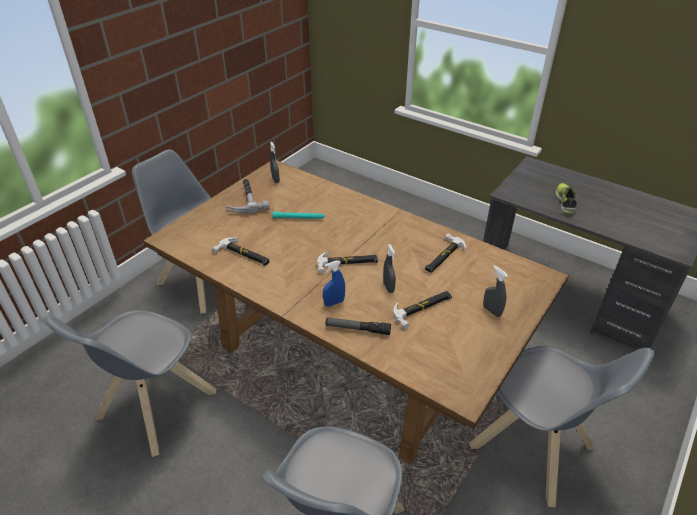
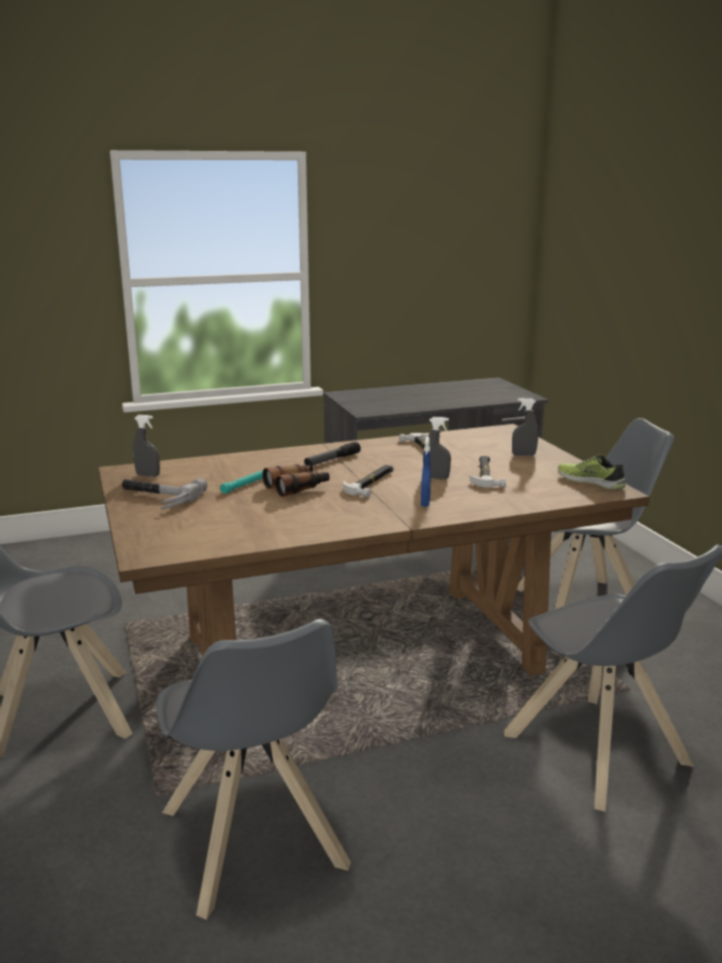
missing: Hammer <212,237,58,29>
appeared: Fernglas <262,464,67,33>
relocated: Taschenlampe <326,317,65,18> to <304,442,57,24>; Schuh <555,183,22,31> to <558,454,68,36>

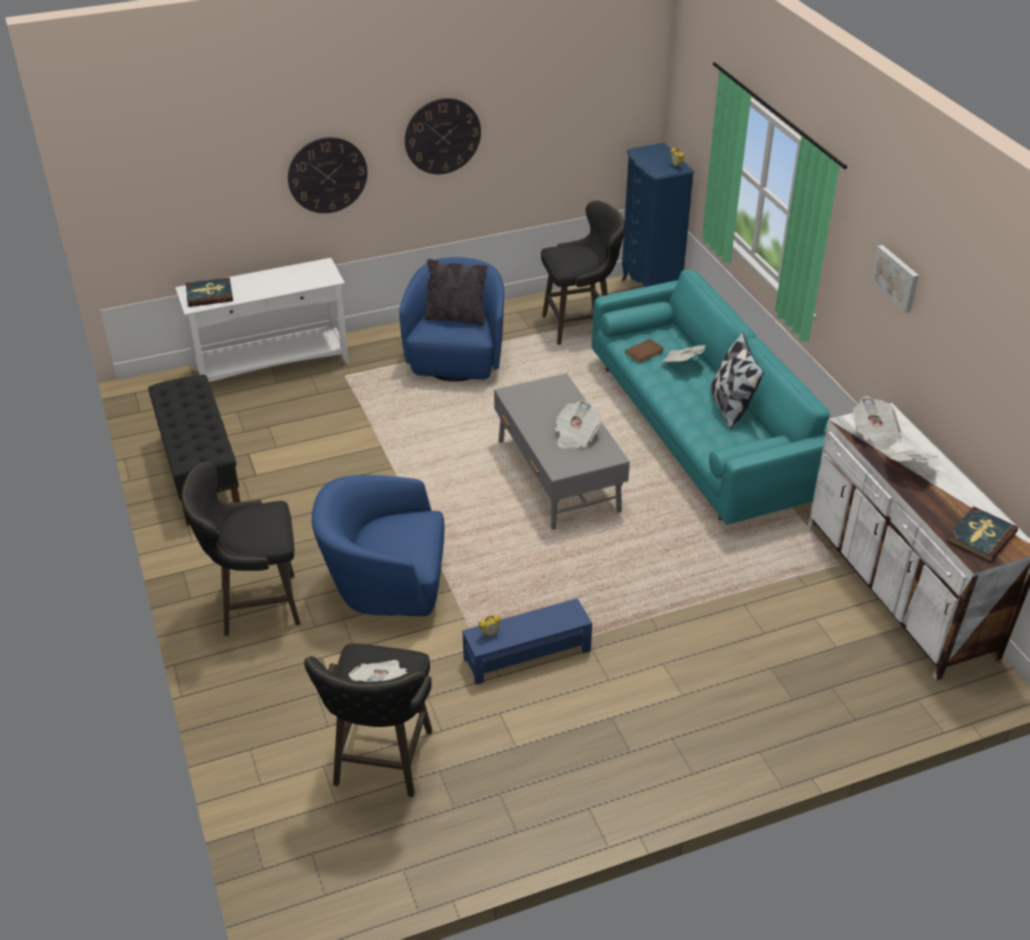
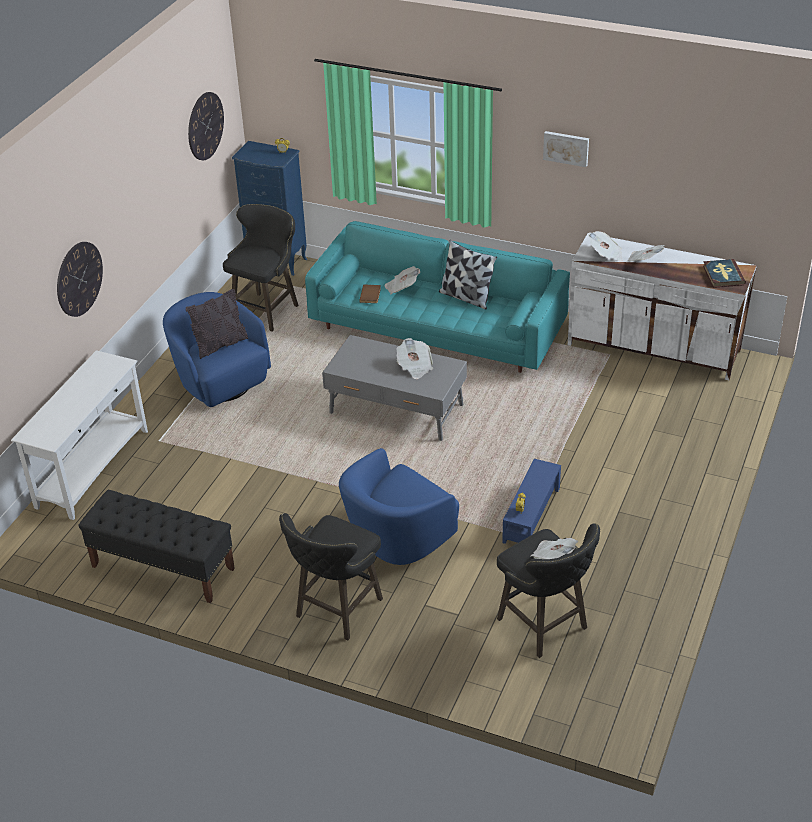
missing: Buch <186,277,47,30>
relocated: Wanduhr <405,98,76,76> to <188,92,36,68>

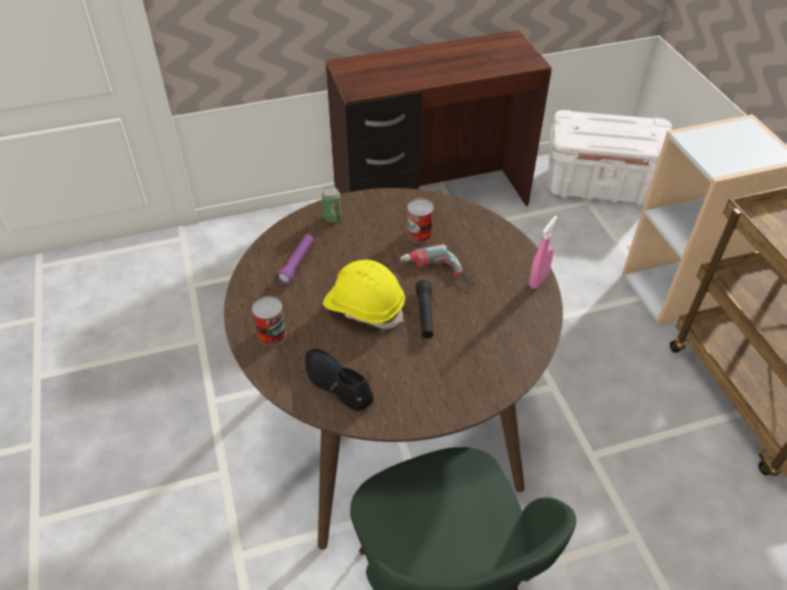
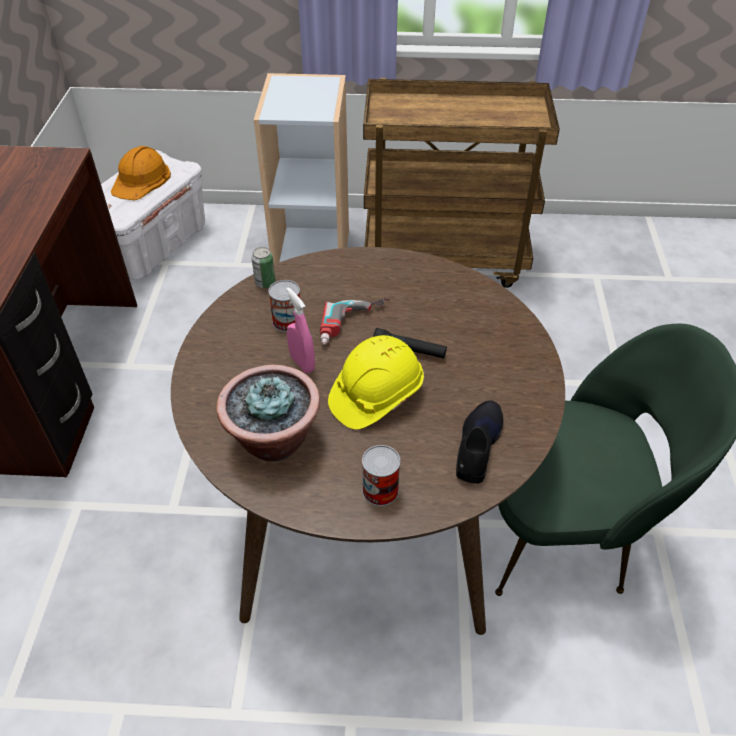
appeared: Schutzhelm/orange <111,146,60,54>
relocated: Dose <322,186,20,36> to <251,247,25,41>; Sprühflasche/rosa <529,216,28,73> to <286,287,29,86>
exchanged: Taschenlampe/lila <276,234,38,51> to Topfpflanze <216,365,104,97>
spun: Schuh/schwarz <305,349,69,62> = <456,400,48,84> 135 degrees clockwise

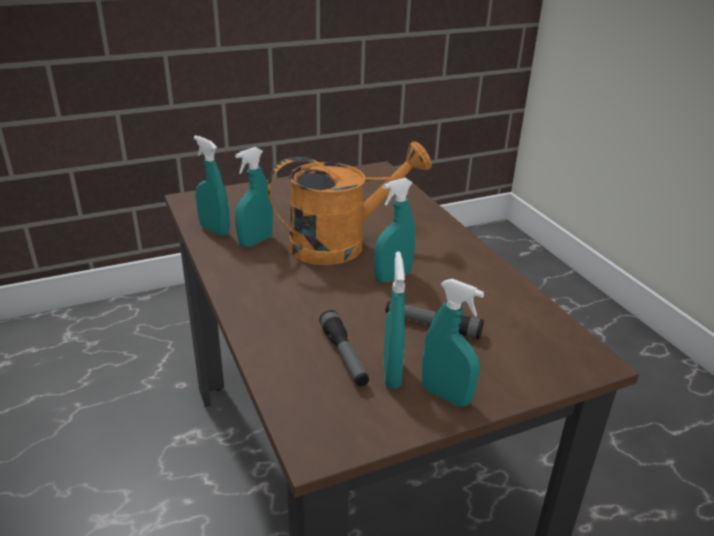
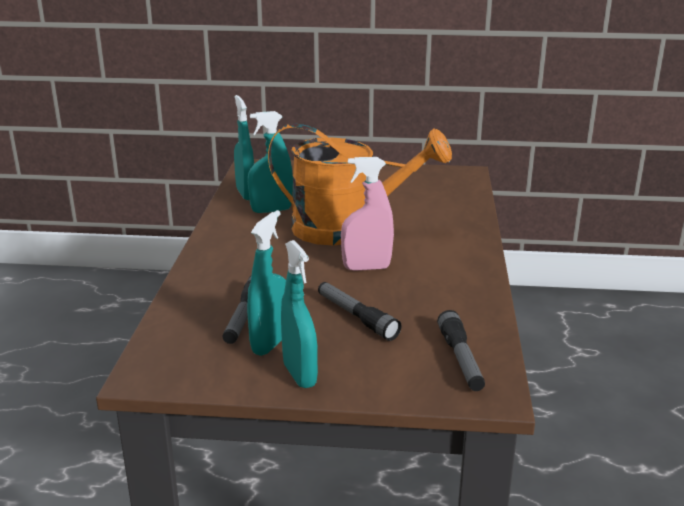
appeared: Taschenlampe <437,310,48,81>
colour: Sprühflasche/türkis <374,178,41,105> to Sprühflasche/rosa <341,157,53,113>

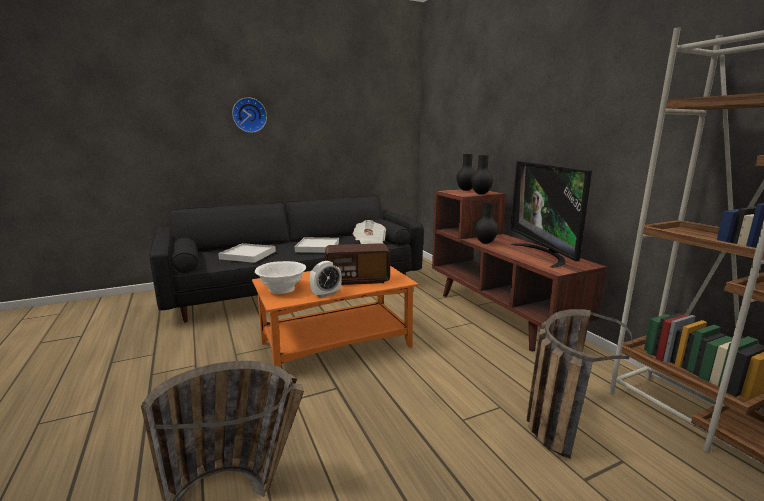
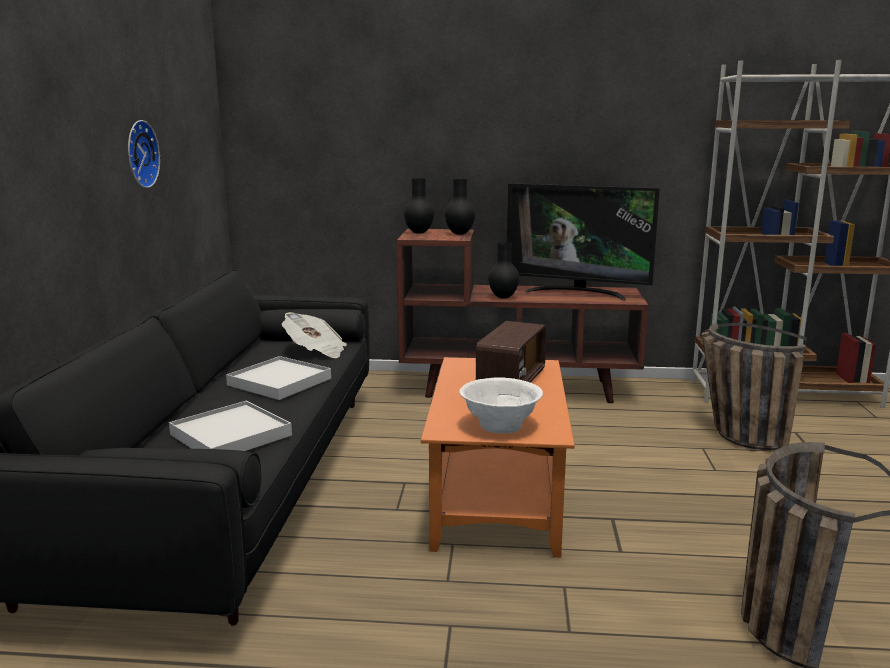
missing: Wecker <309,261,33,37>
relocated: Wanduhr <232,97,35,36> to <128,120,32,68>

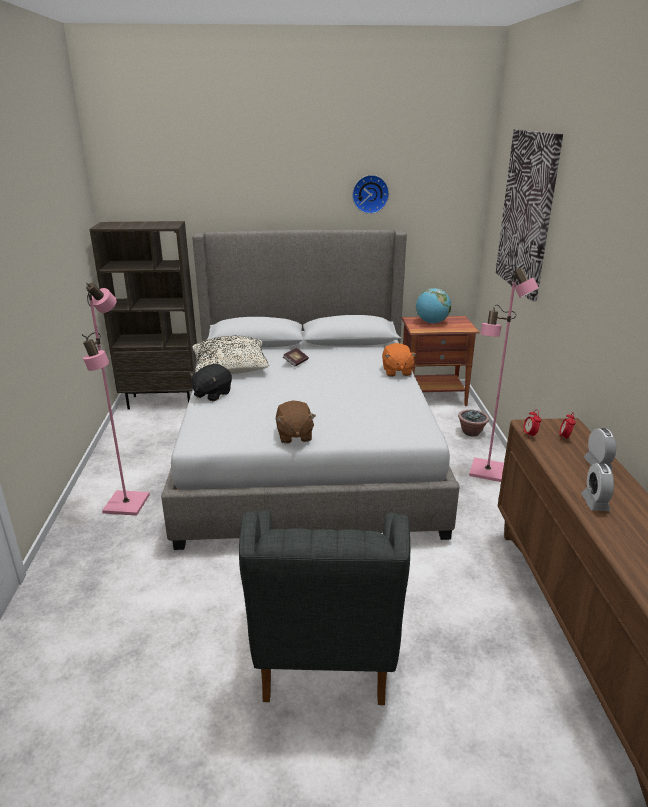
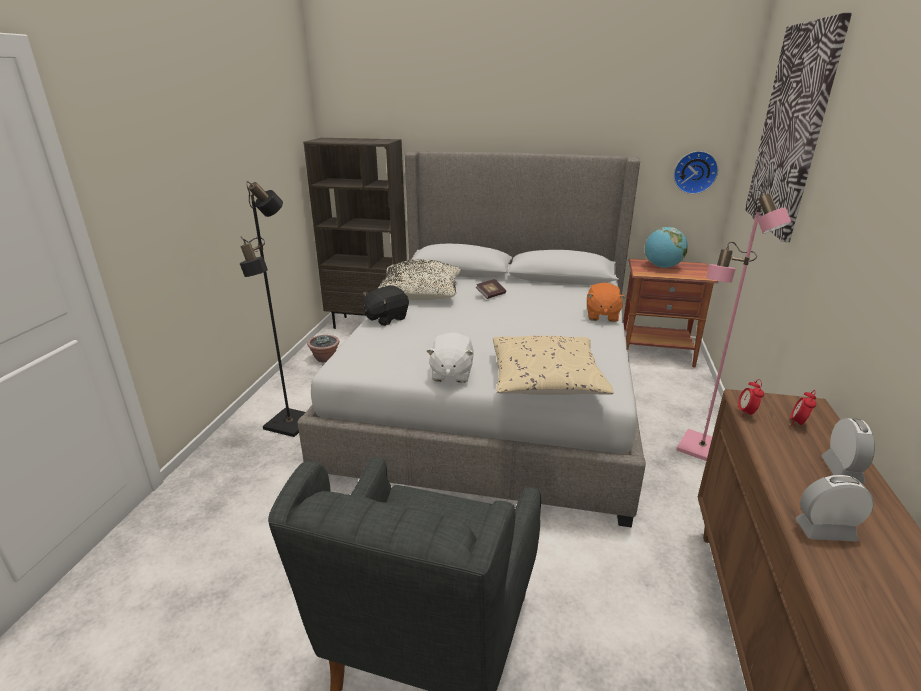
appeared: Kissen/beige <493,336,121,59>
relocated: Topfpflanze <458,410,31,26> to <307,335,32,27>; Wanduhr <352,175,37,39> to <674,151,44,43>
colour: Stehlampe/rosa <82,283,68,233> to Stehlampe/schwarz <240,181,66,256>; Plüschtier/braun <276,400,40,44> to Plüschtier/weiß <426,332,48,51>
spun: Wecker <581,463,33,48> = <795,475,79,67> 75 degrees clockwise

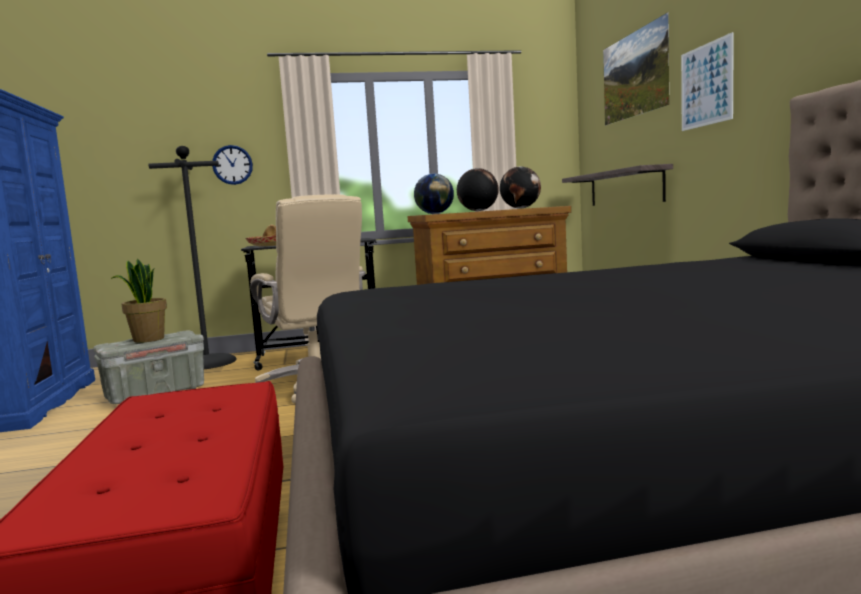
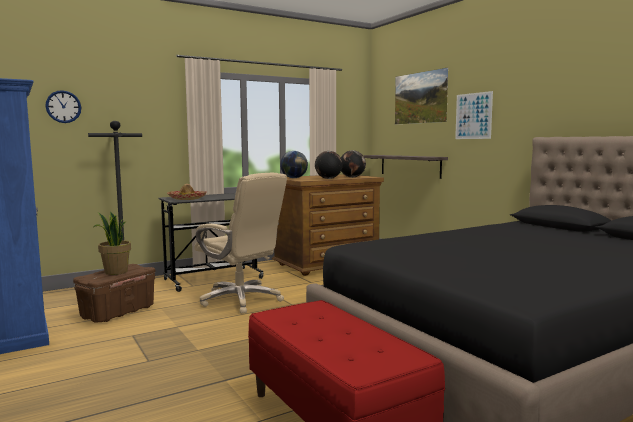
relocated: Wanduhr <212,145,41,40> to <45,90,36,33>
colour: Aufbewahrungsbox/grau <93,331,111,73> to Aufbewahrungsbox/braun <73,264,82,59>

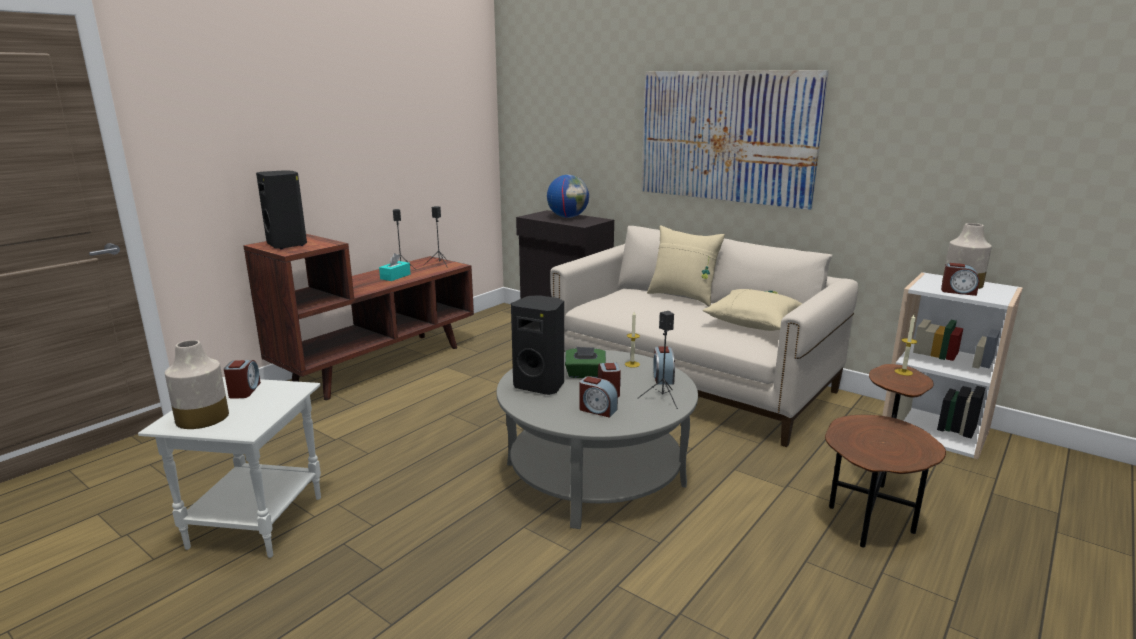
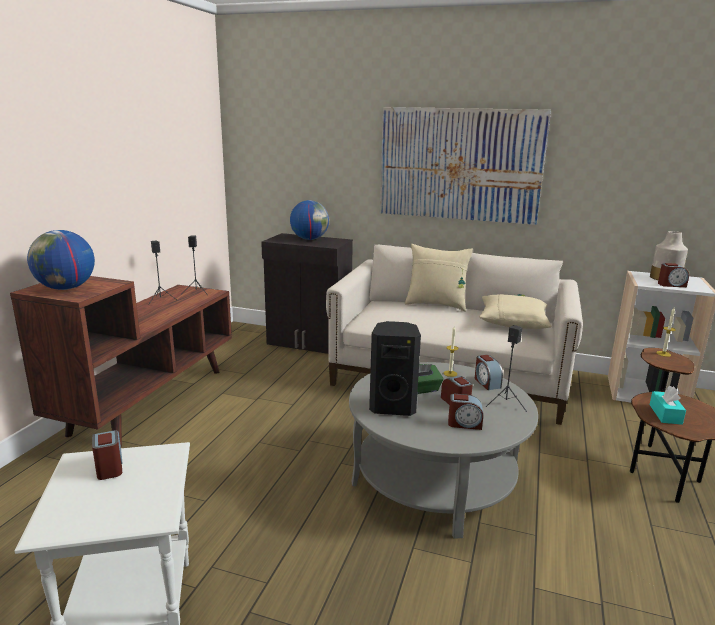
missing: Vase/beige <165,340,64,89>
relocated: Taschentuchbox/türkis <379,253,32,28> to <649,386,37,39>
exchanged: Lautsprecher/schwarz <256,170,51,80> to Globus <27,230,68,60>

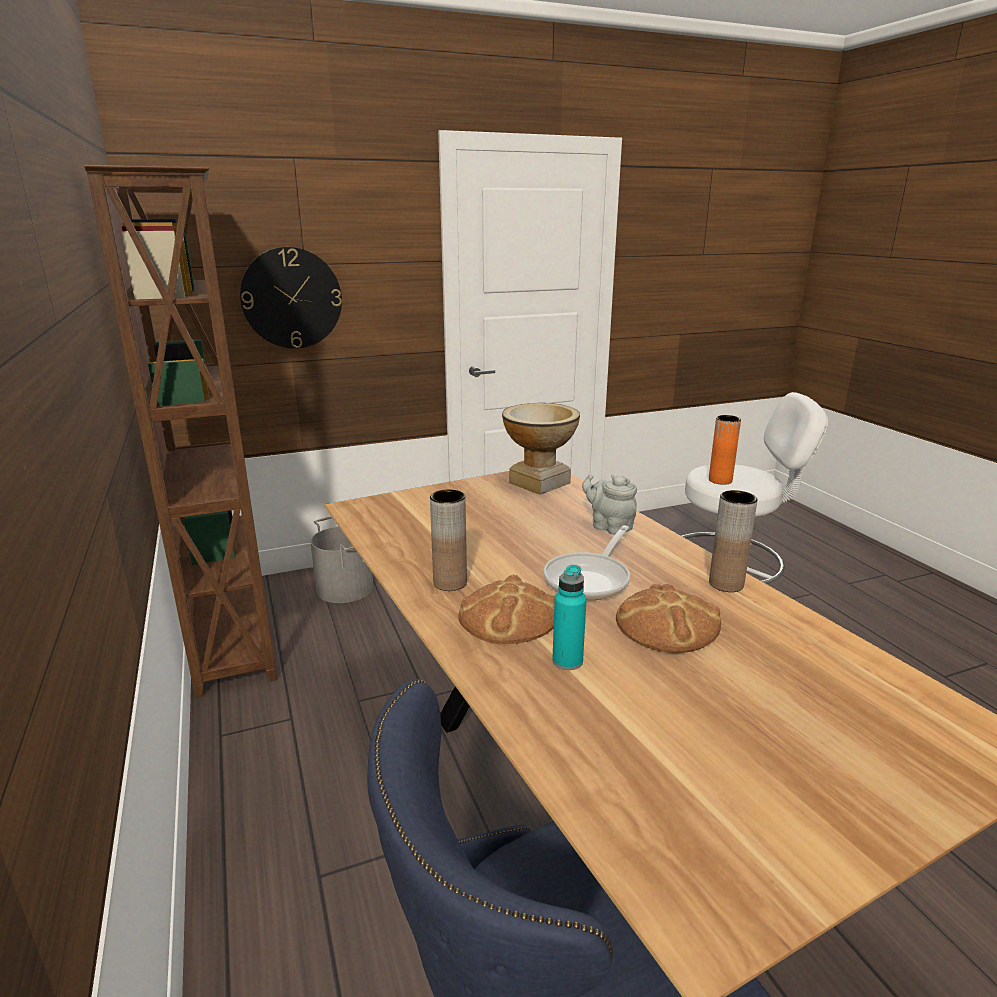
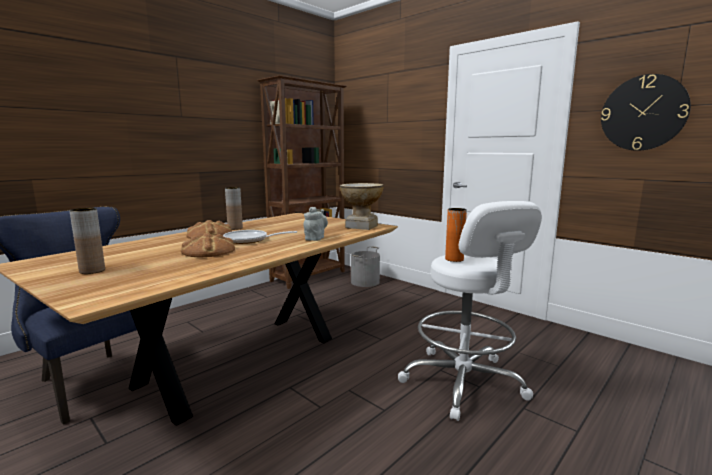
missing: Flasche/türkis <552,565,35,105>
relocated: Vase/braun <709,490,48,102> to <70,208,35,66>; Wanduhr <240,247,102,101> to <601,74,90,77>

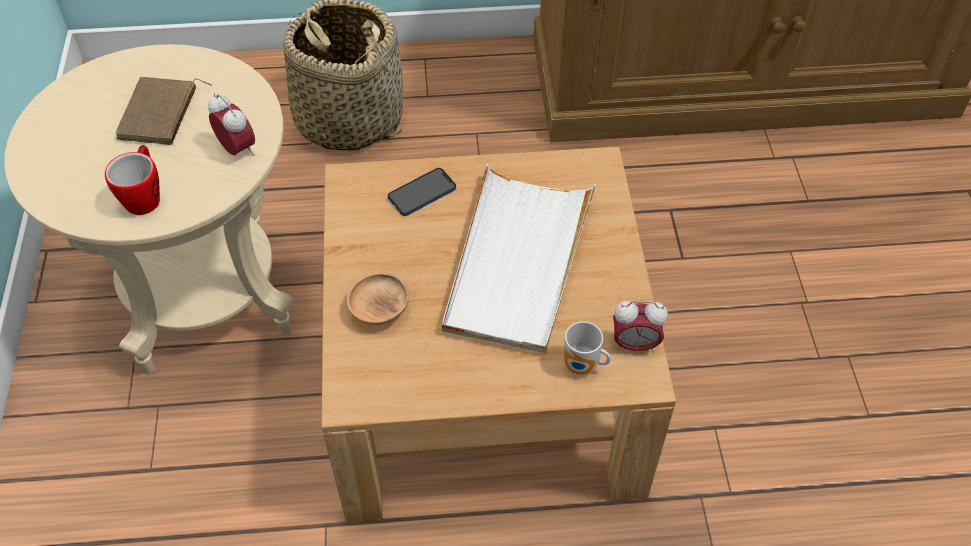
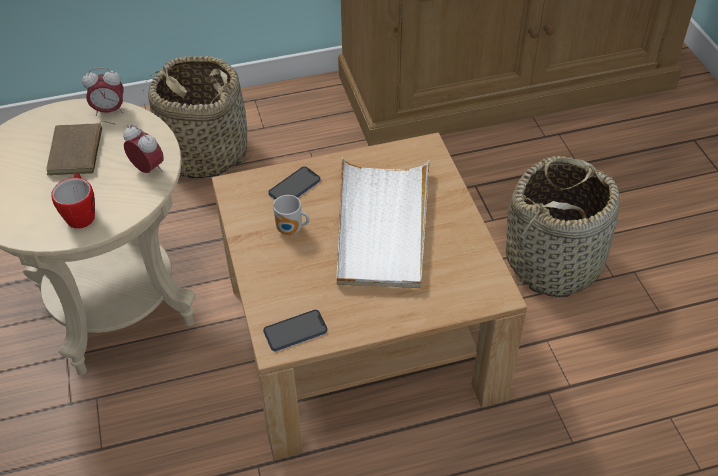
missing: Schüssel/braun <347,273,62,52>
appeared: Handy <263,310,64,41>; Korb <506,156,113,141>
relocated: Wecker <613,301,55,51> to <82,67,42,49>; Henkelbecher <563,322,48,53> to <273,195,36,40>

